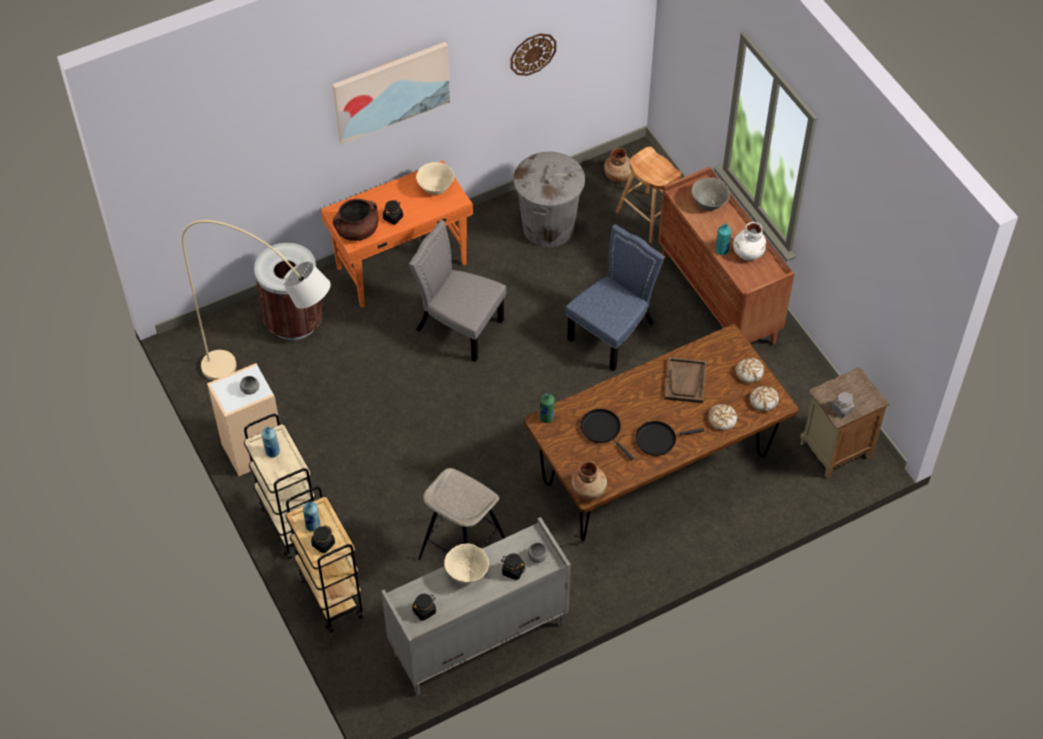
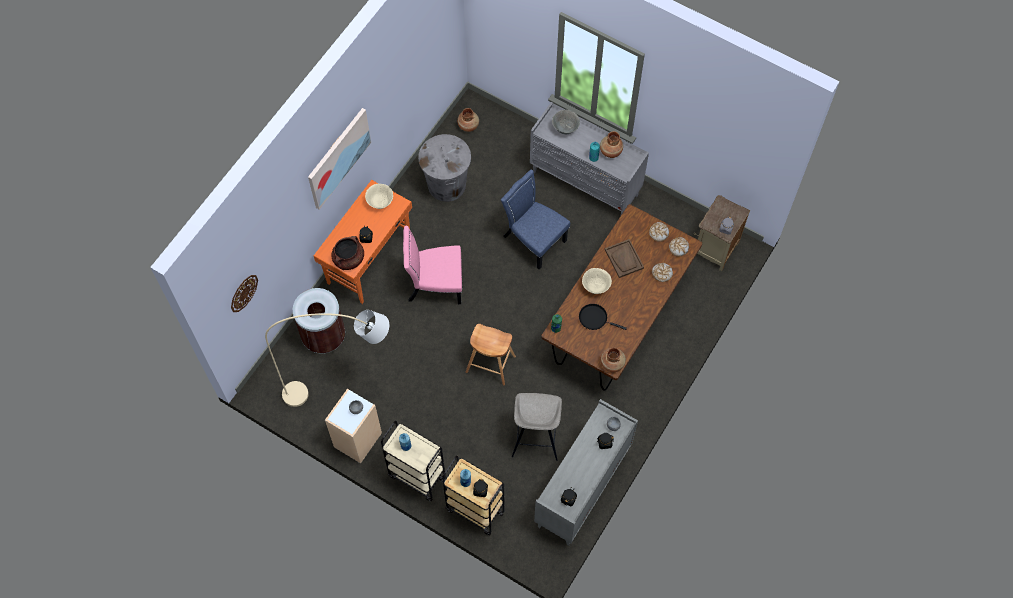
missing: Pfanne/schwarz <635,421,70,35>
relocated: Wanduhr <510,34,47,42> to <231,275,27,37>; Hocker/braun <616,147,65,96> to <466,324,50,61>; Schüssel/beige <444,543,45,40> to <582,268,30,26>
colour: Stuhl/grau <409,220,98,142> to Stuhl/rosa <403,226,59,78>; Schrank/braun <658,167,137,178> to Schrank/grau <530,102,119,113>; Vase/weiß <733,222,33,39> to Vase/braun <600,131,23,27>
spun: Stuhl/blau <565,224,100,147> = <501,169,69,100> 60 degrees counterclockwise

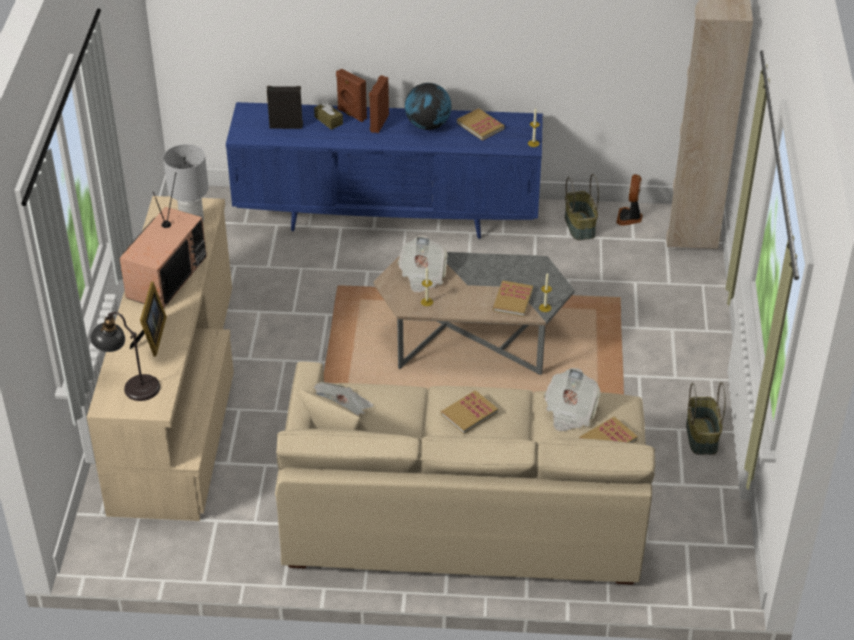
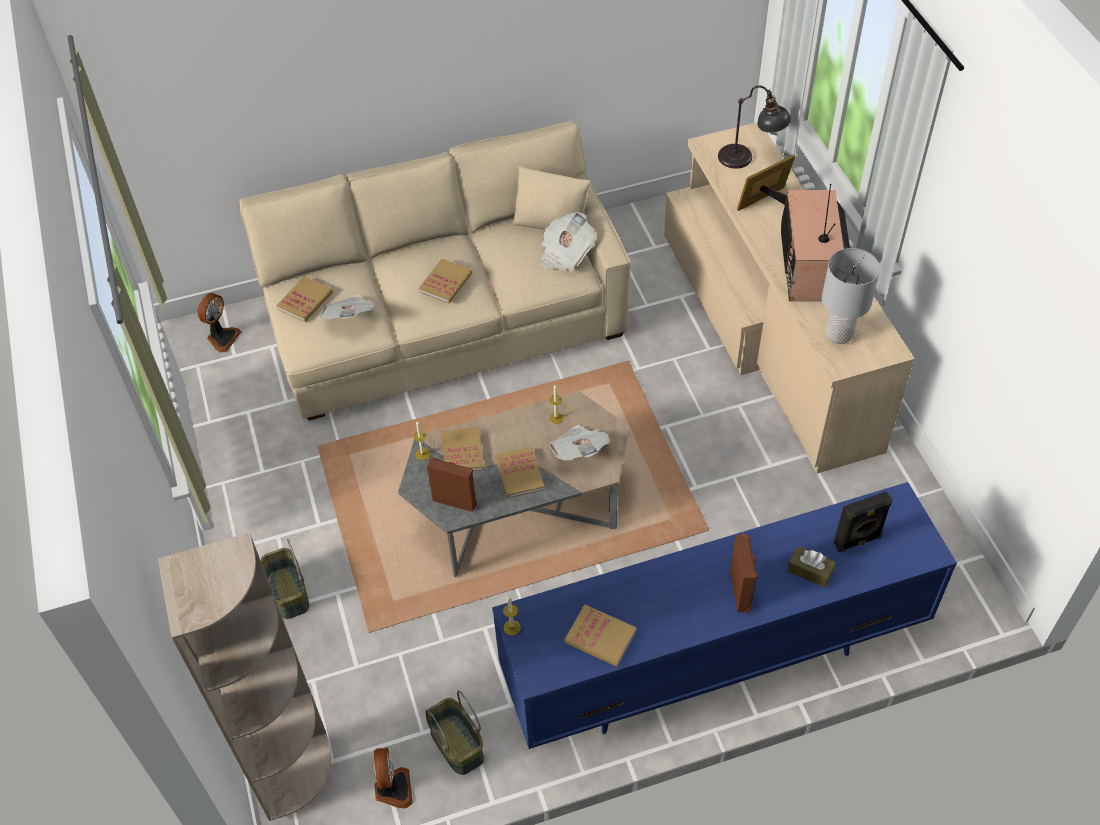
missing: Globus <405,83,47,47>
appeared: Ventilator <197,293,44,60>; Buch <495,447,49,51>
relocated: Korb <686,382,40,73> to <261,539,48,80>; Lautsprecher/braun <336,69,31,53> to <427,458,50,54>
spun: Bilderrahmen <130,281,37,76> = <737,155,58,56> 75 degrees clockwise

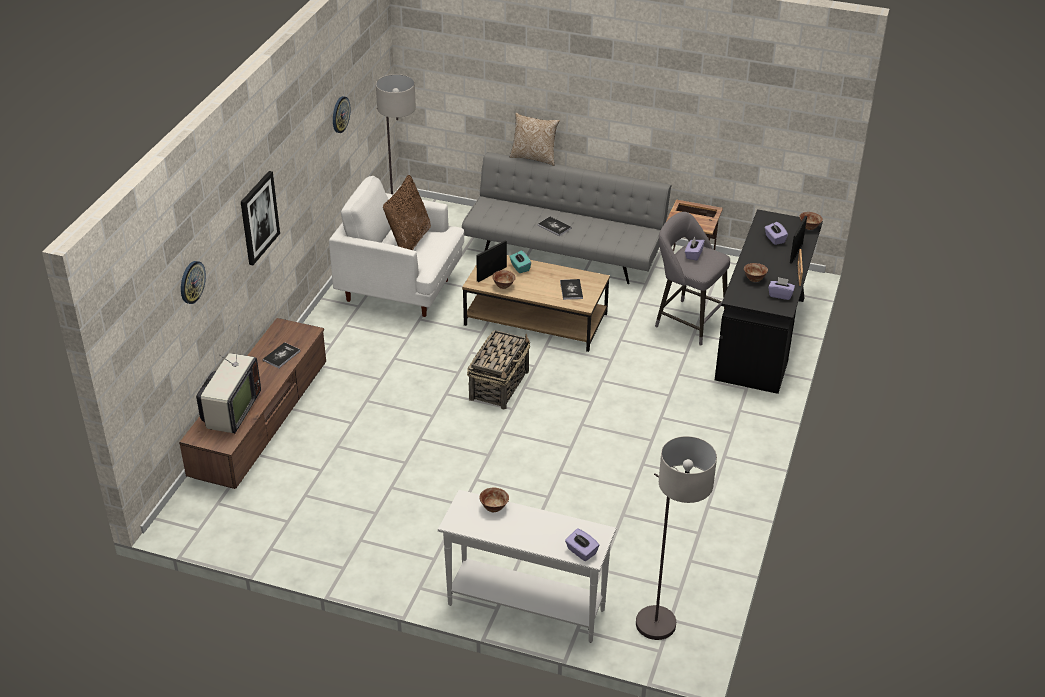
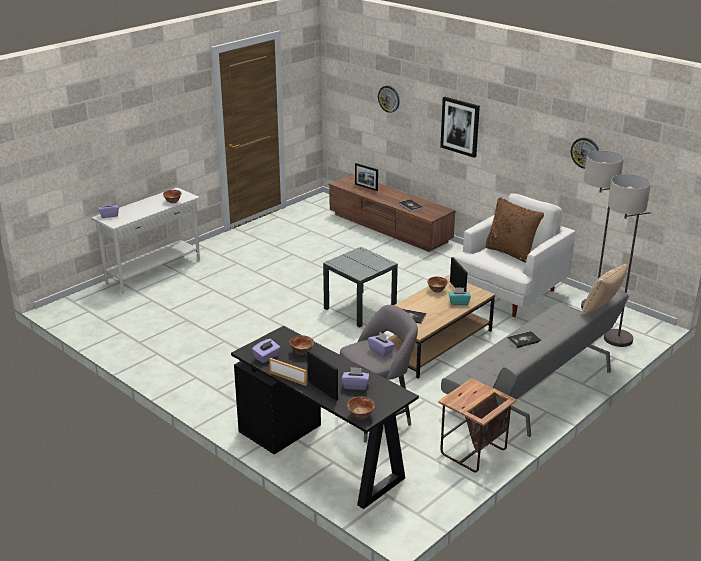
relocated: Stehlampe/grau <636,436,81,204> to <604,174,47,173>
exchanged: Korb <467,330,63,79> to Beistelltisch/grau <323,247,75,81>; Fernseher <196,330,65,104> to Bilderrahmen <355,163,23,28>

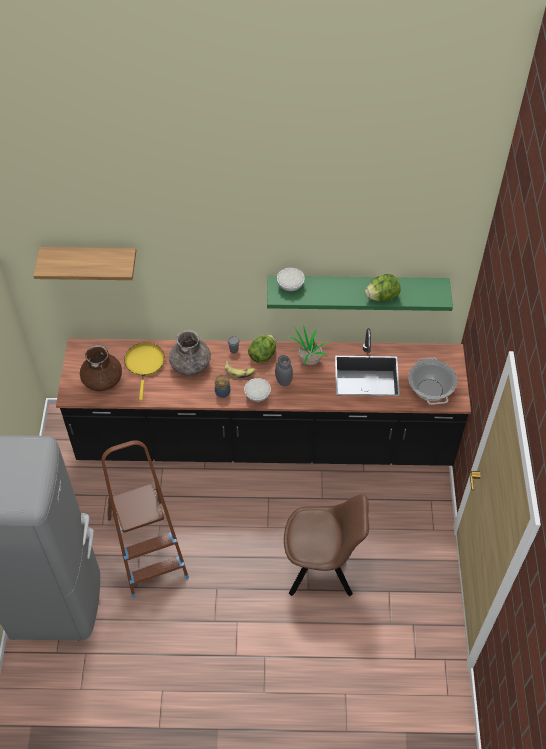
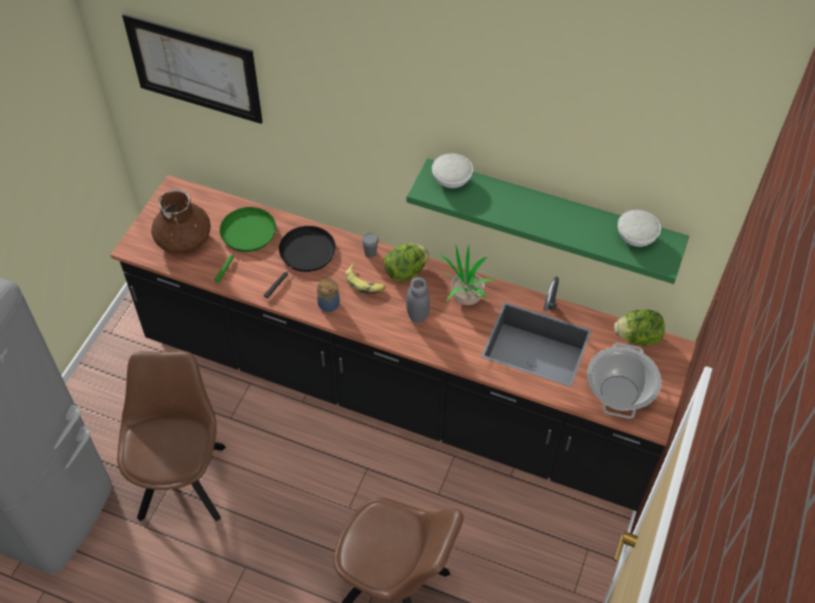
relocated: Salatkopf <365,274,36,27> to <614,310,51,36>; Schüssel/weiß <244,378,27,24> to <618,210,43,37>
exchanged: Trittleiter/braun <101,440,88,158> to Stuhl/braun <117,351,109,171>; Wandregal <34,247,102,33> to Bild <122,13,141,111>; Vase/grau <169,330,42,46> to Pfanne/schwarz <264,226,72,72>
colour: Pfanne/gelb <124,343,41,58> to Pfanne/grün <214,207,62,75>

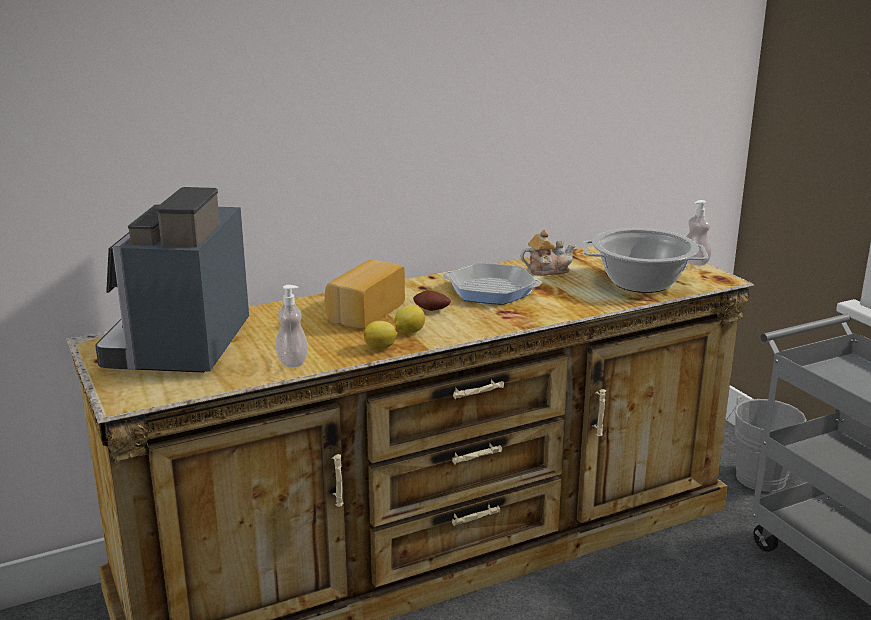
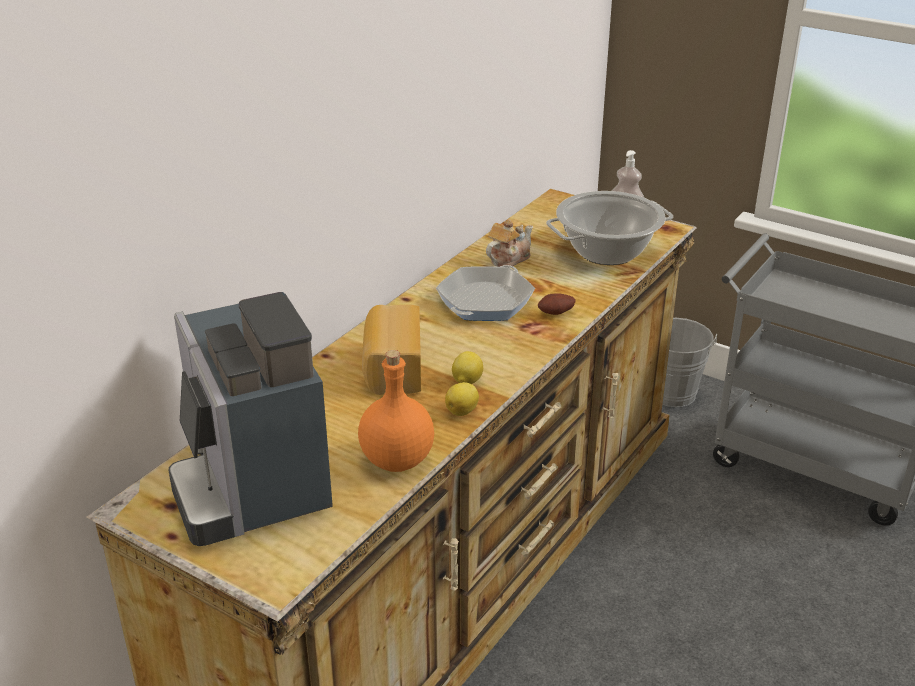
relocated: Kartoffel <413,290,38,21> to <538,293,38,22>
exchanged: Seifenspender <276,285,32,83> to Flasche/orange <358,350,76,122>
spun: Pfanne <443,263,99,42> = <436,265,99,56> 135 degrees clockwise

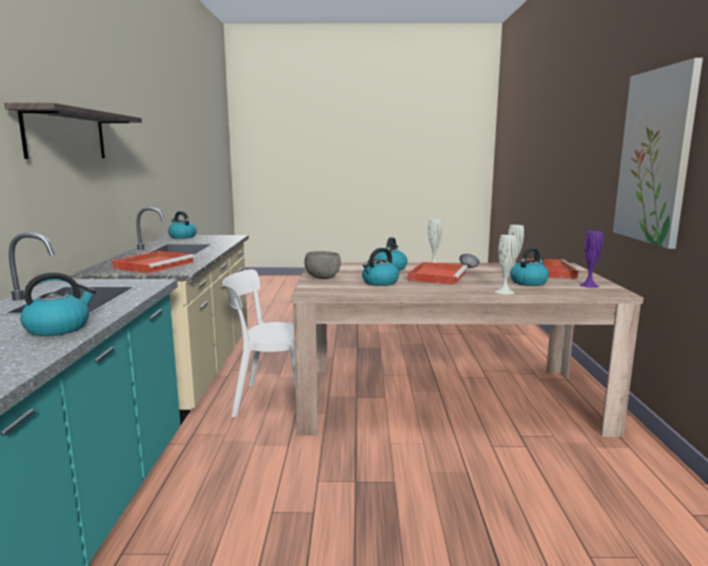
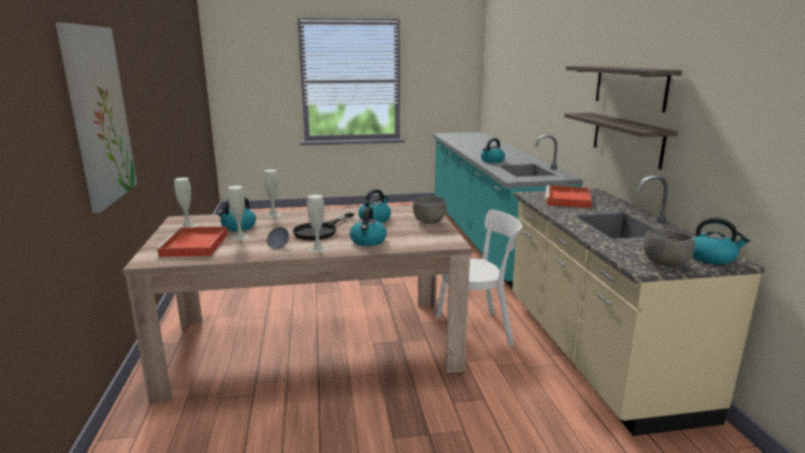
appeared: Wandregal <564,113,114,57>; Schüssel/grau <643,228,52,39>
exchanged: Tablett/rot <407,262,61,23> to Pfanne/schwarz <293,213,61,27>
colour: Vase/lila <579,231,24,57> to Vase/weiß <174,177,23,51>

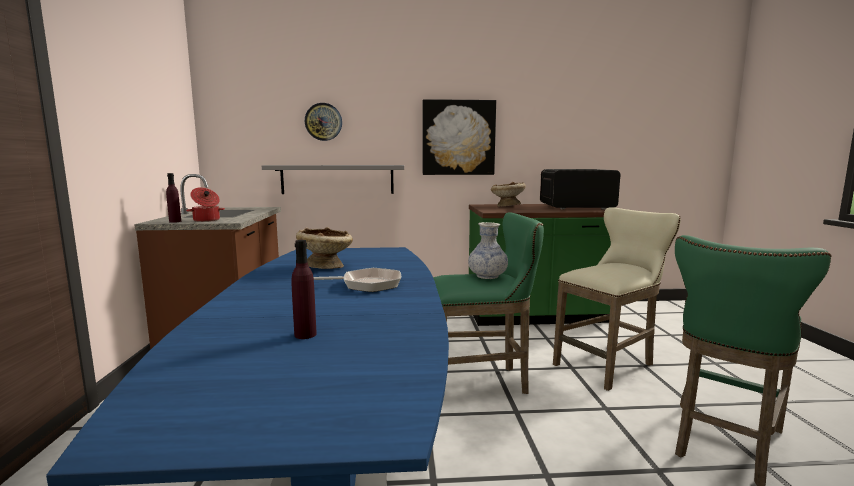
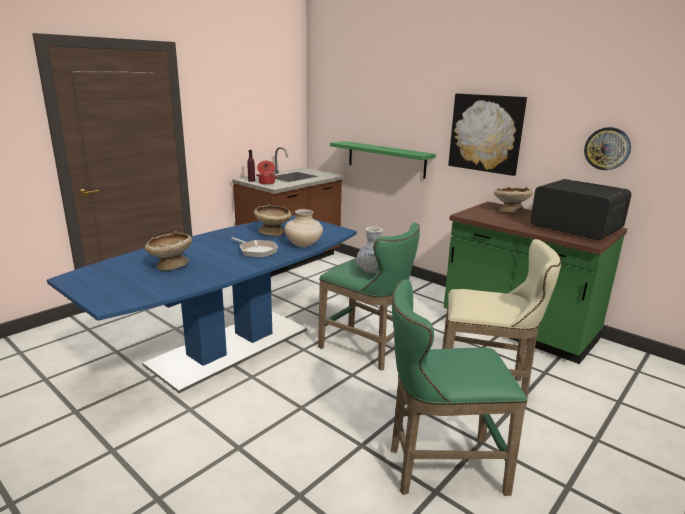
appeared: Vase/beige <284,209,39,38>
relocated: Wanduhr <305,103,37,38> to <584,127,47,43>
exchanged: Flasche/lila <291,240,26,99> to Schüssel/beige <145,231,47,40>
colour: Wandregal/grau <262,165,142,29> to Wandregal/grün <330,141,106,38>

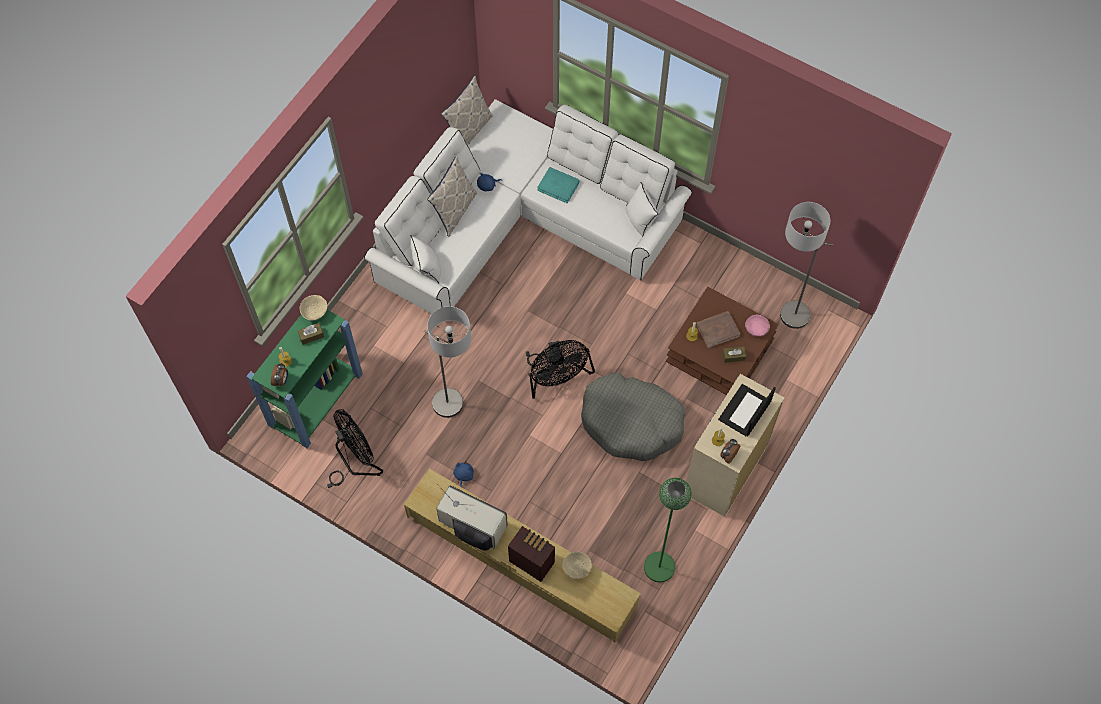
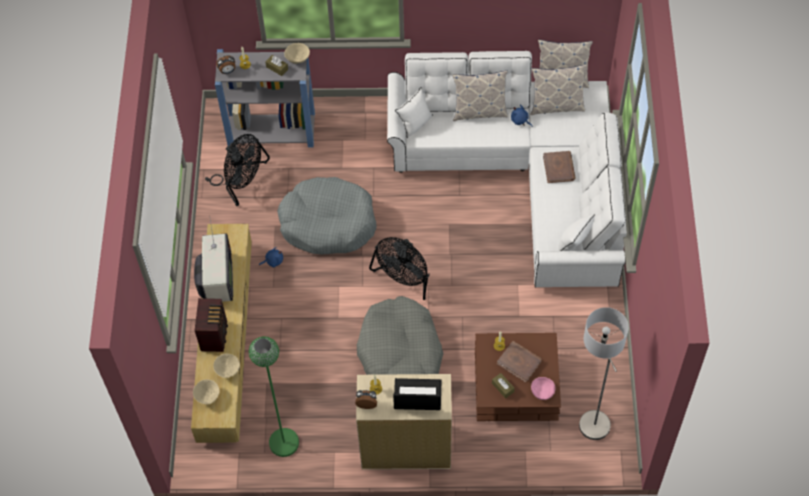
appeared: Schüssel/beige <193,379,27,25>; Kissen <530,65,57,50>
exchanged: Stehlampe/grau <424,306,47,112> to Hundebett/grau <277,177,100,77>
colour: Bücherregal/grün <246,310,117,138> to Bücherregal/grau <215,49,100,98>; Buch/türkis <537,167,43,36> to Buch/braun <543,151,32,32>

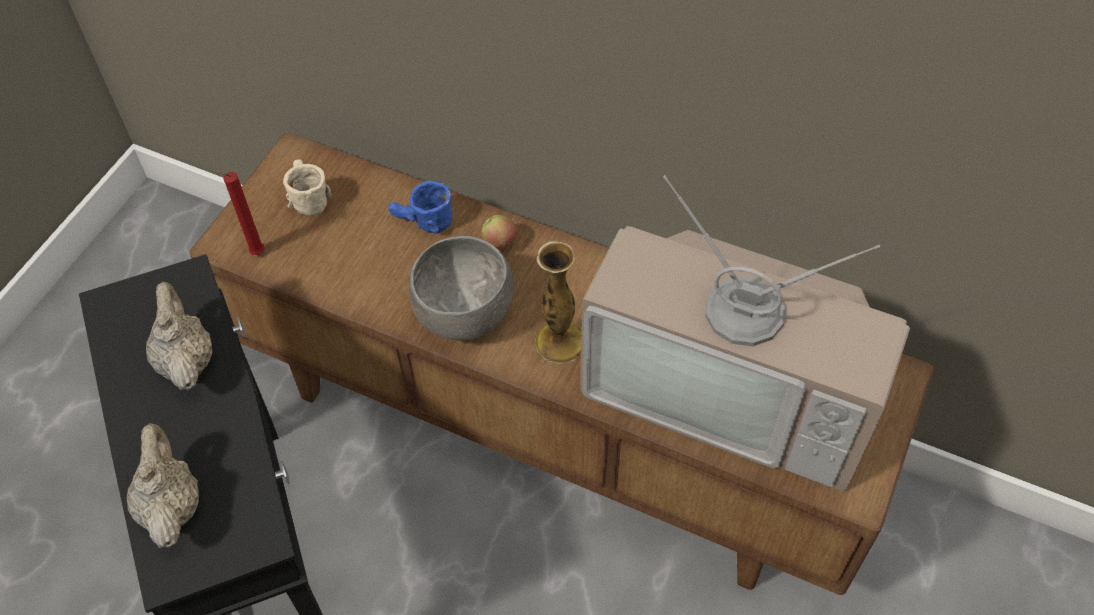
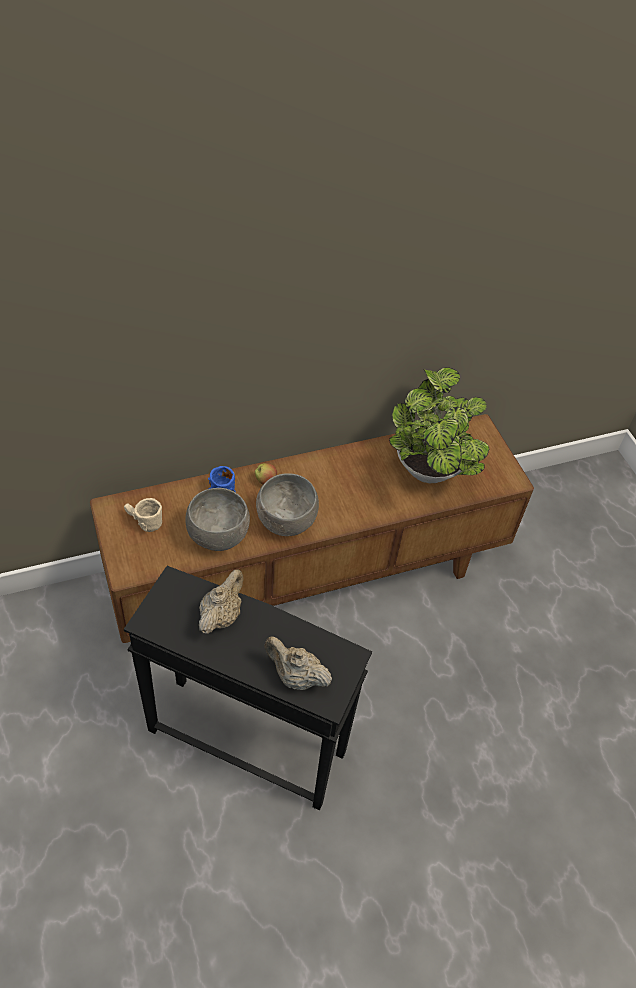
missing: Kerze/rot <212,170,53,85>; Vase <535,241,47,122>
appeared: Schüssel/grau <185,488,65,63>
exchanged: Fernseher <580,175,330,317> to Topfpflanze <389,367,100,116>
spun: Teekanne/beige <146,282,67,109> = <199,569,45,65> 90 degrees clockwise

